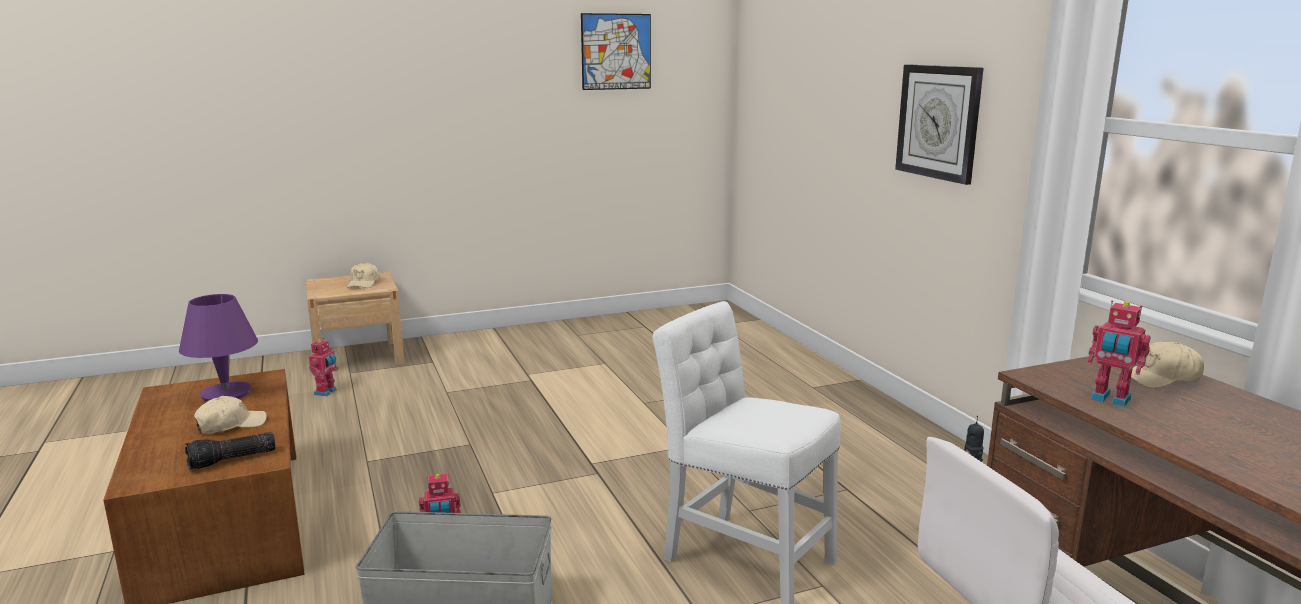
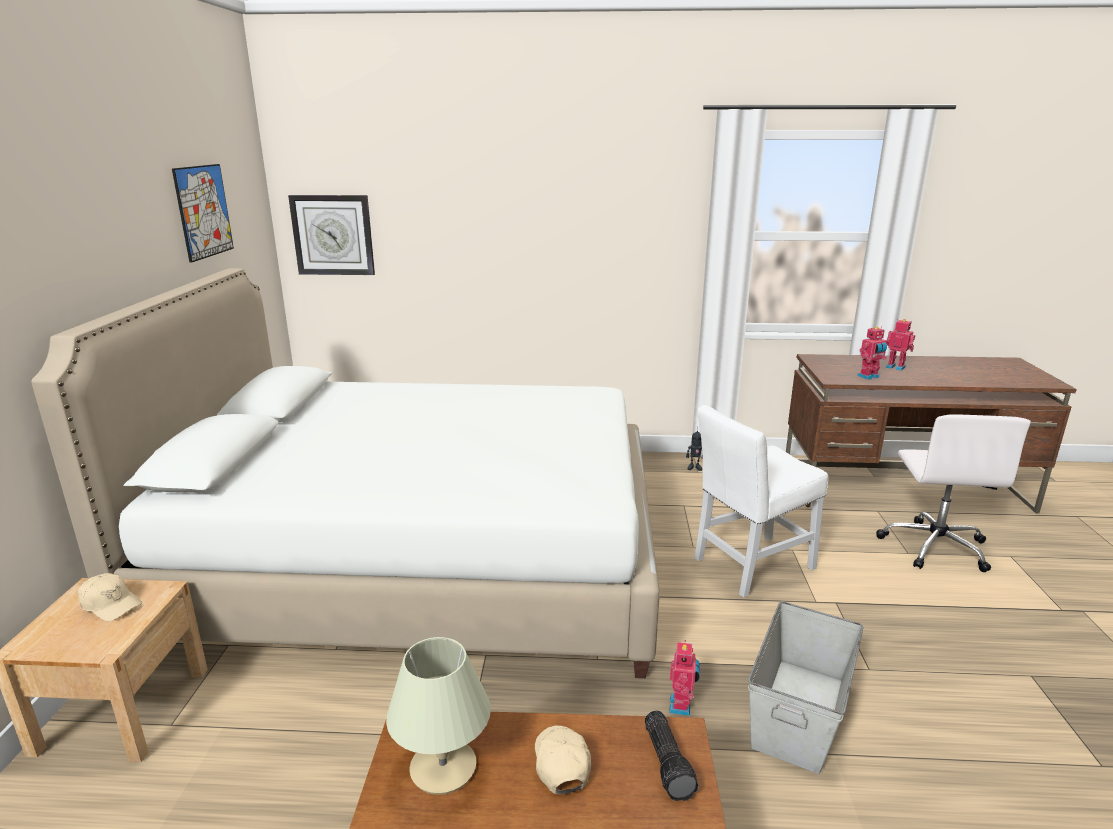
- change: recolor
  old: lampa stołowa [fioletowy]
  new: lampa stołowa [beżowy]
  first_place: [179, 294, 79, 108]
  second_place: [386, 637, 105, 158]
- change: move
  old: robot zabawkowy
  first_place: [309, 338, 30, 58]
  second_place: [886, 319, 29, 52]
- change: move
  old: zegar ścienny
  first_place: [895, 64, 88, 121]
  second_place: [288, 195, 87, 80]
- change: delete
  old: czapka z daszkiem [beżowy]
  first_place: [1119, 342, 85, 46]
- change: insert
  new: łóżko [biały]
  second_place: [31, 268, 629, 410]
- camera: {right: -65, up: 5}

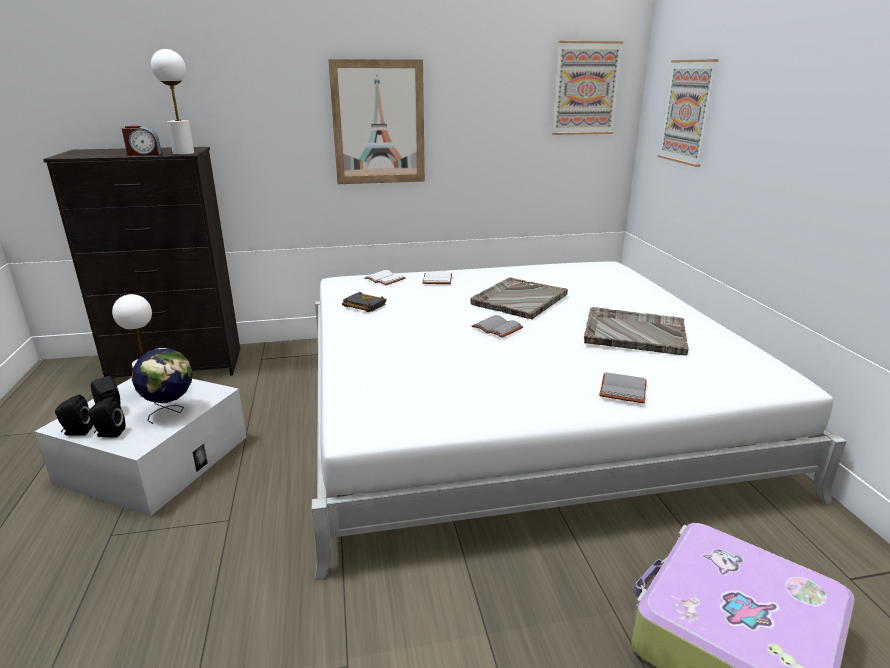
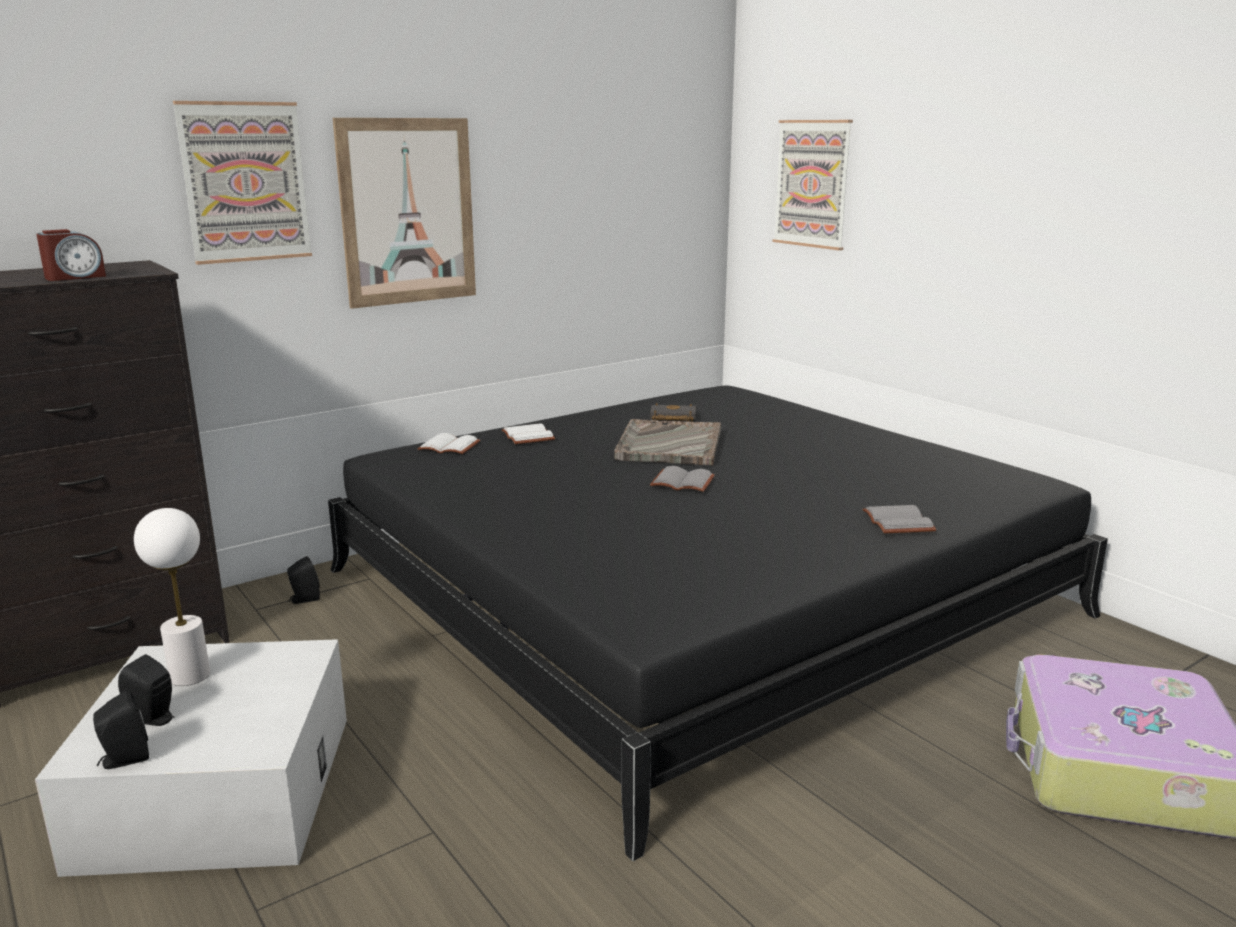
- change: move
  old: głośnik [czarny]
  first_place: [88, 396, 37, 42]
  second_place: [287, 556, 33, 48]
- change: delete
  old: globus
  first_place: [132, 348, 61, 76]
- change: delete
  old: lampa stołowa [biały]
  first_place: [151, 49, 43, 106]
- change: recolor
  old: łóżko [biały]
  new: łóżko [czarny]
  first_place: [311, 261, 536, 319]
  second_place: [328, 385, 780, 476]
- change: move
  old: książka [czarny]
  first_place: [342, 292, 45, 20]
  second_place: [650, 403, 46, 19]
- change: move
  old: obraz
  first_place: [552, 41, 71, 94]
  second_place: [173, 101, 139, 164]
- change: delete
  old: taca [szary]
  first_place: [584, 307, 105, 49]
- camera: {right: -25, up: -5}

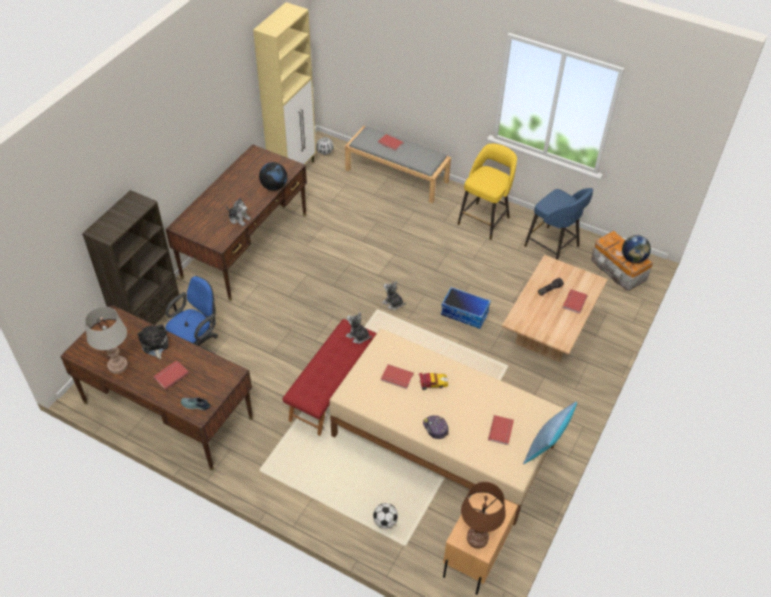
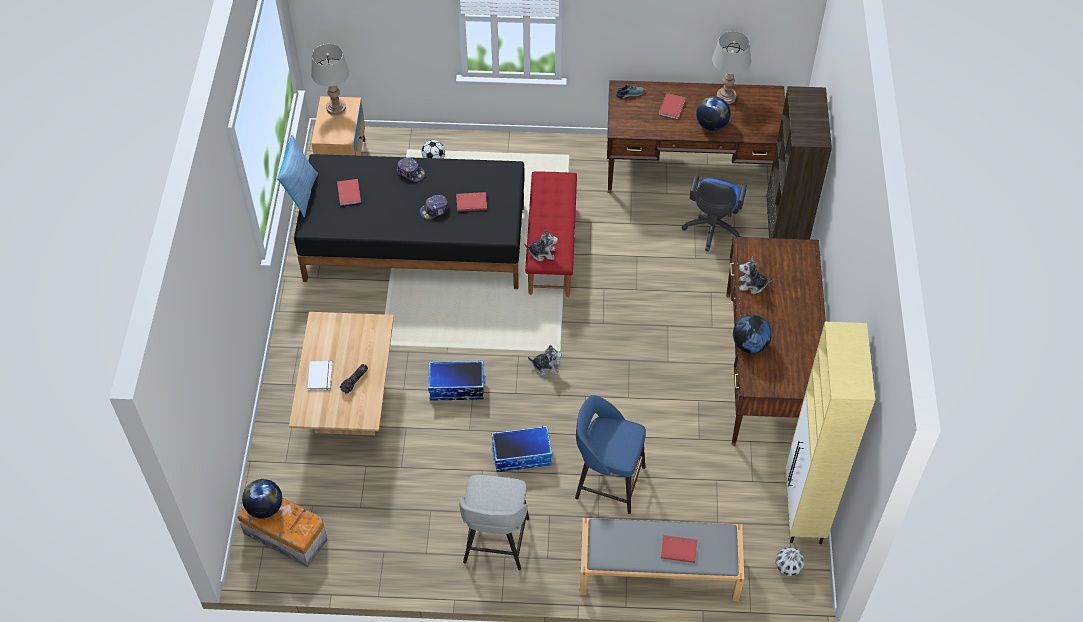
- change: replace
  old: pluszak
  new: globus
  first_place: [137, 324, 31, 36]
  second_place: [696, 96, 35, 35]
- change: recolor
  old: łóżko [beżowy]
  new: łóżko [czarny]
  first_place: [329, 329, 235, 197]
  second_place: [294, 154, 231, 135]
- change: replace
  old: samochodzik
  new: czapka z daszkiem
  first_place: [418, 373, 30, 17]
  second_place: [419, 195, 29, 24]
- change: recolor
  old: stołek [żółty]
  new: stołek [szary]
  first_place: [457, 144, 60, 96]
  second_place: [459, 475, 70, 95]
- change: recolor
  old: lampa stołowa [brązowy]
  new: lampa stołowa [szary]
  first_place: [461, 482, 45, 66]
  second_place: [311, 44, 39, 72]
- change: move
  old: stołek [niebieski]
  first_place: [524, 188, 69, 72]
  second_place: [575, 395, 71, 119]
- change: recolor
  old: książka [czerwony]
  new: książka [biały]
  first_place: [563, 289, 25, 25]
  second_place: [307, 361, 25, 29]
- change: insert
  new: pojemnik do przechowywania
  second_place: [491, 426, 61, 46]
- camera: {right: 155, up: 5}

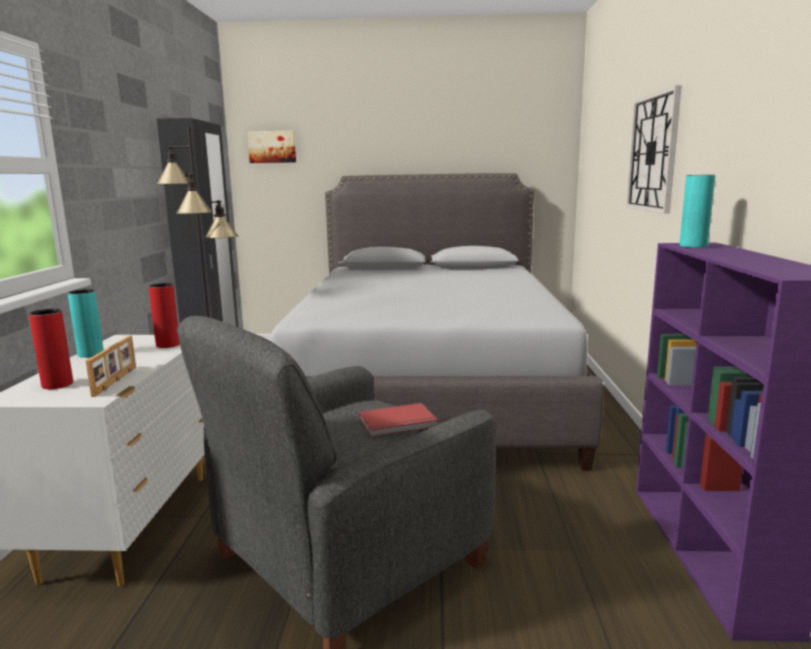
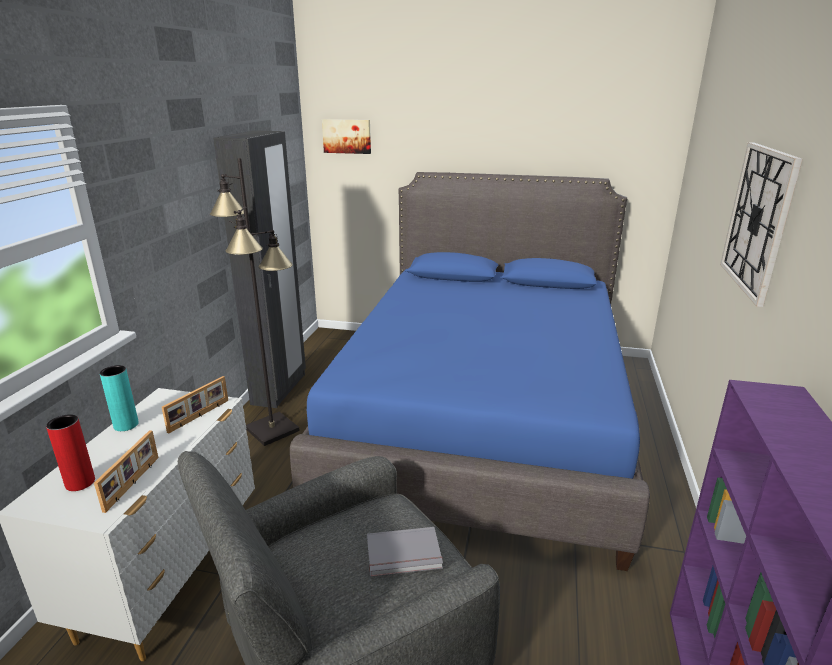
- change: replace
  old: wazon [czerwony]
  new: ramka na zdjęcie
  first_place: [149, 283, 31, 65]
  second_place: [162, 376, 66, 57]
- change: recolor
  old: łóżko [szary]
  new: łóżko [niebieski]
  first_place: [270, 173, 334, 298]
  second_place: [290, 172, 360, 399]
- change: recolor
  old: książka [czerwony]
  new: książka [szary]
  first_place: [359, 403, 79, 34]
  second_place: [367, 527, 76, 50]
- change: delete
  old: wazon [turkusowy]
  first_place: [680, 175, 35, 73]
- camera: {right: 10, up: 10}

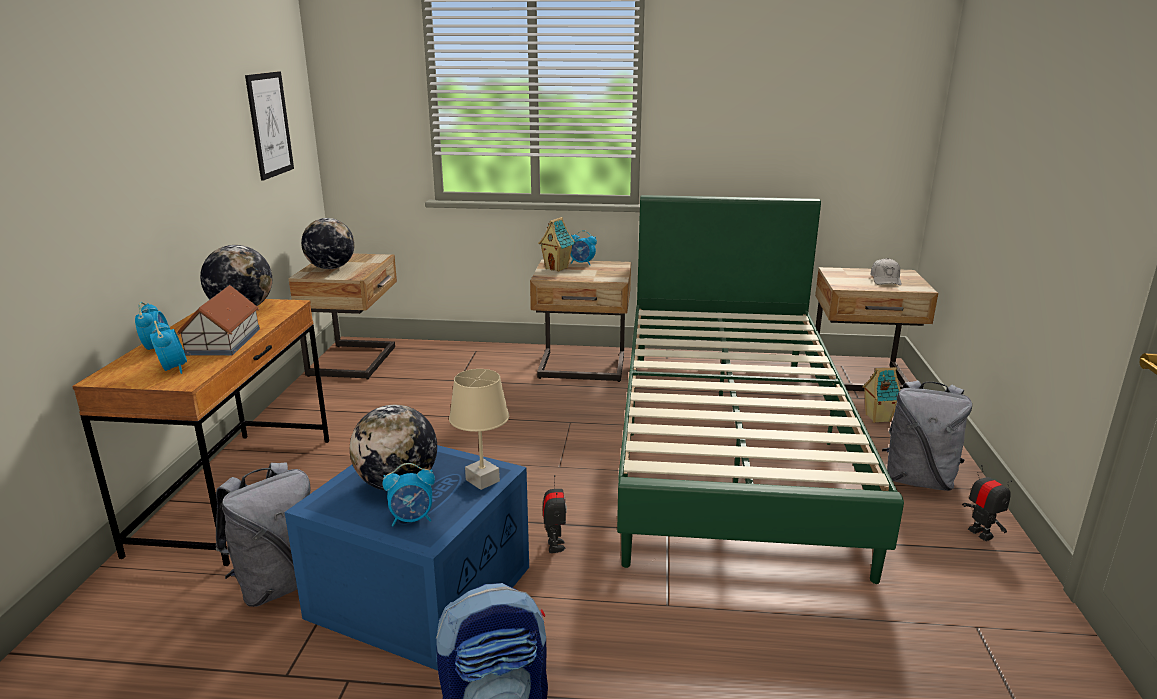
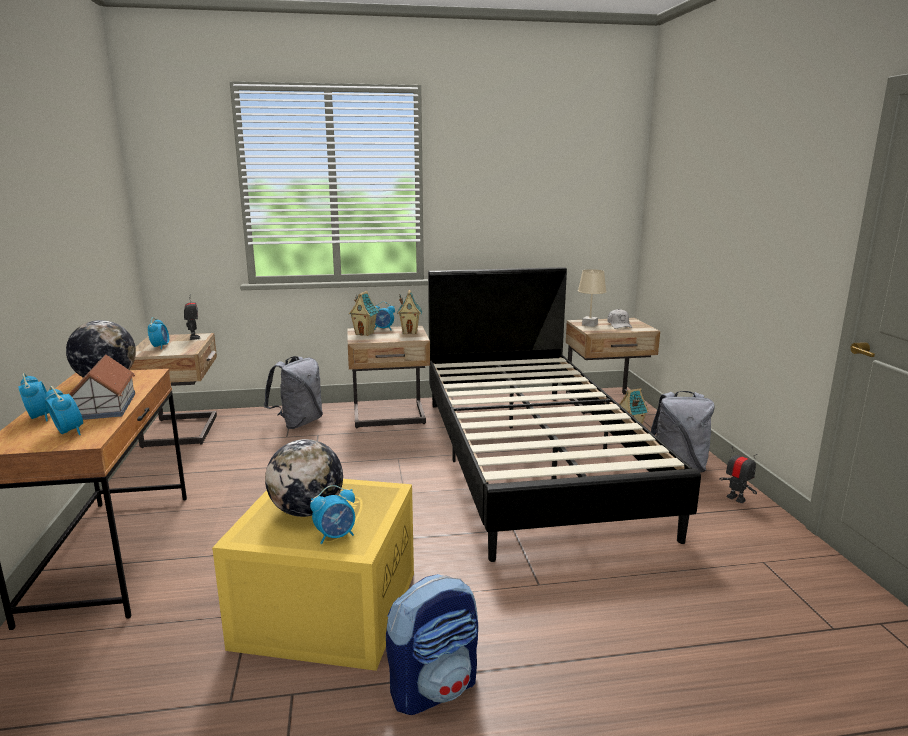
- change: move
  old: plecak [szary]
  first_place: [215, 462, 96, 145]
  second_place: [264, 356, 59, 73]
- change: delete
  old: obraz
  first_place: [245, 71, 49, 110]
- change: recolor
  old: pojemnik do przechowywania [niebieski]
  new: pojemnik do przechowywania [żółty]
  first_place: [285, 445, 244, 226]
  second_place: [212, 479, 202, 192]
- change: replace
  old: globus
  new: budzik
  first_place: [301, 218, 54, 51]
  second_place: [148, 317, 21, 32]
- change: move
  old: lampa stołowa [beżowy]
  first_place: [449, 369, 60, 121]
  second_place: [578, 269, 29, 58]
- change: move
  old: robot zabawkowy
  first_place: [543, 475, 24, 78]
  second_place: [184, 297, 16, 43]
- change: recolor
  old: łóżko [zielony]
  new: łóżko [czarny]
  first_place: [617, 195, 287, 389]
  second_place: [428, 267, 273, 295]
- change: insert
  new: domek
  second_place: [397, 290, 25, 44]
- camera: {right: -15, up: -5}

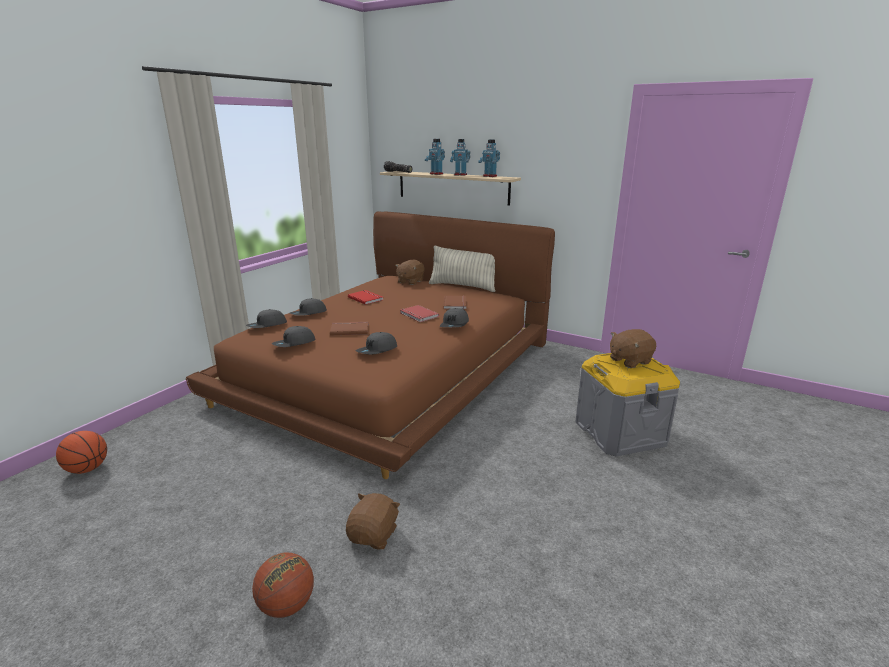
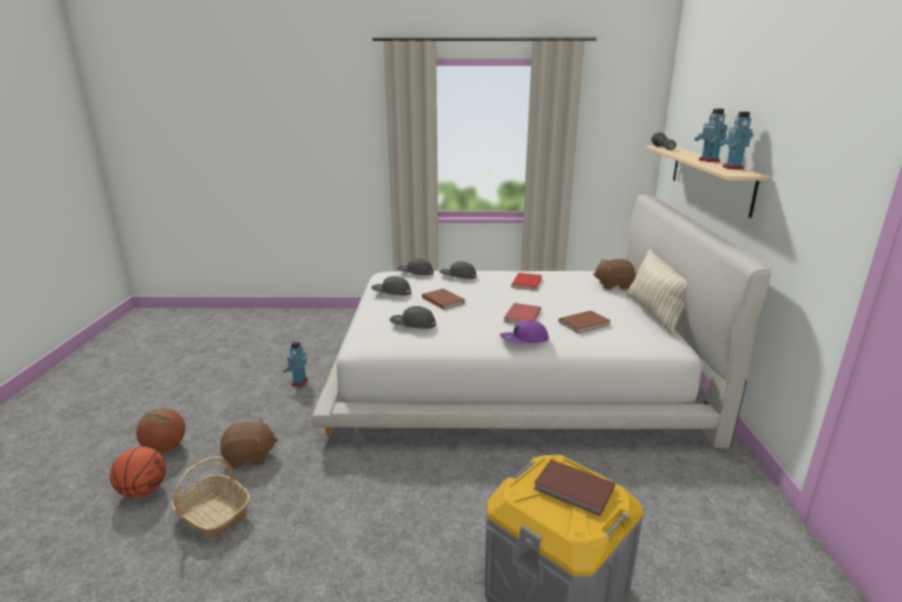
- change: move
  old: piłka do koszykówki
  first_place: [56, 431, 51, 43]
  second_place: [110, 447, 56, 51]
- change: recolor
  old: łóżko [brązowy]
  new: łóżko [biały]
  first_place: [186, 212, 369, 267]
  second_place: [311, 194, 460, 254]
- change: move
  old: robot zabawkowy
  first_place: [425, 139, 20, 36]
  second_place: [283, 341, 25, 46]
- change: recolor
  old: czapka z daszkiem [szary]
  new: czapka z daszkiem [fioletowy]
  first_place: [440, 308, 29, 19]
  second_place: [500, 320, 49, 23]
- change: replace
  old: pluszak [brązowy]
  new: książka [brązowy]
  first_place: [610, 329, 46, 39]
  second_place: [534, 459, 81, 57]
- change: insert
  new: koszyk
  second_place: [171, 457, 80, 81]
- camera: {right: 60, up: 0}

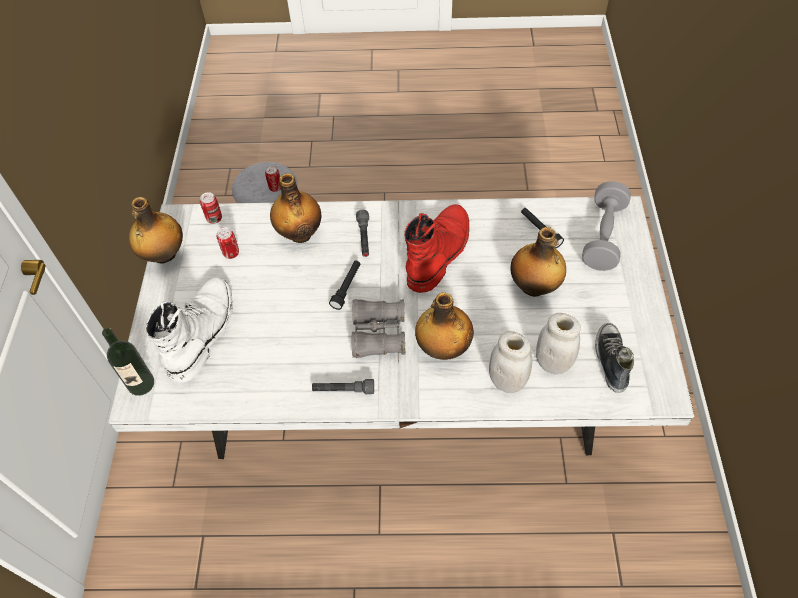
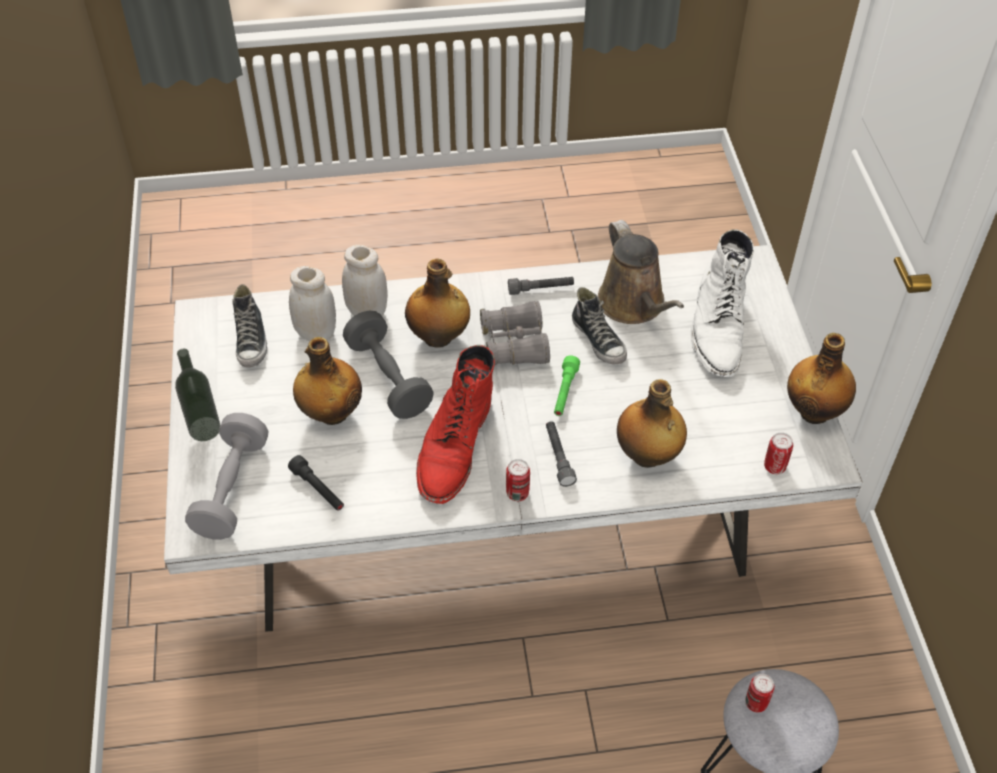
- change: move
  old: butelka
  first_place: [102, 328, 52, 68]
  second_place: [175, 349, 45, 92]
- change: move
  old: puszka
  first_place: [217, 227, 22, 32]
  second_place: [506, 459, 24, 42]
- change: recolor
  old: latarka [czarny]
  new: latarka [zielony]
  first_place: [329, 261, 31, 49]
  second_place: [554, 355, 26, 61]
- change: insert
  new: hantel [szary]
  second_place: [343, 311, 91, 108]
- change: insert
  new: but
  second_place: [572, 287, 55, 77]
- change: insert
  new: konewka [brązowy]
  second_place: [598, 220, 86, 104]
- camera: {right: 170, up: -5}

